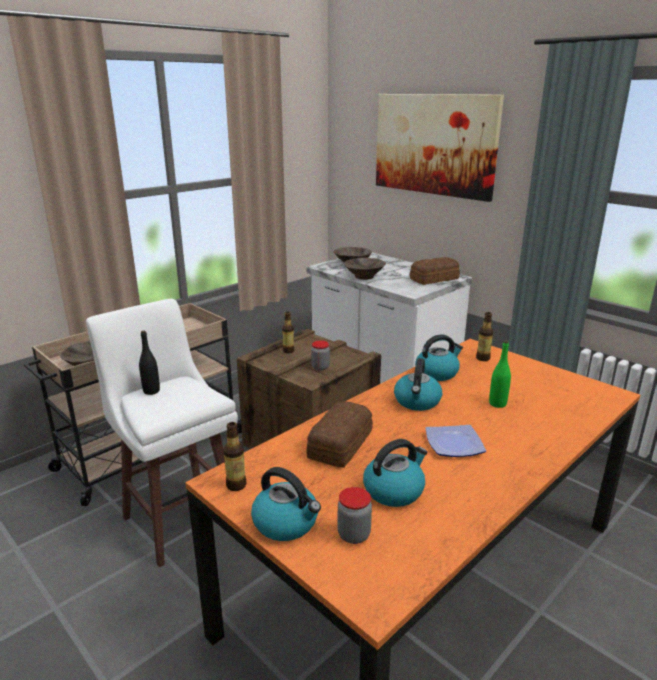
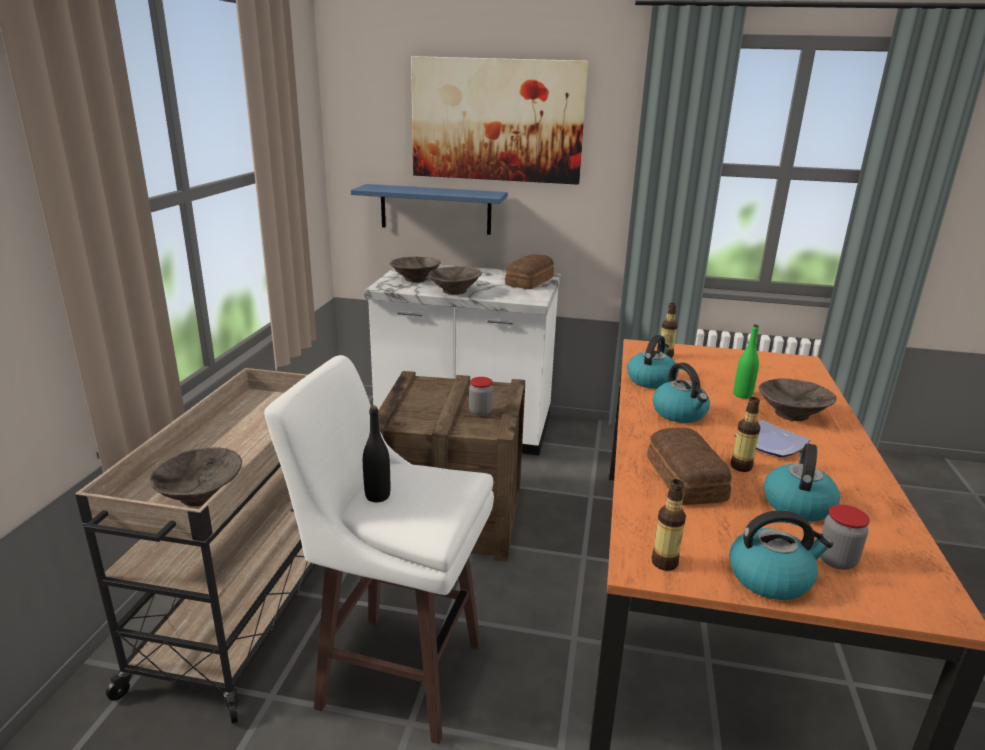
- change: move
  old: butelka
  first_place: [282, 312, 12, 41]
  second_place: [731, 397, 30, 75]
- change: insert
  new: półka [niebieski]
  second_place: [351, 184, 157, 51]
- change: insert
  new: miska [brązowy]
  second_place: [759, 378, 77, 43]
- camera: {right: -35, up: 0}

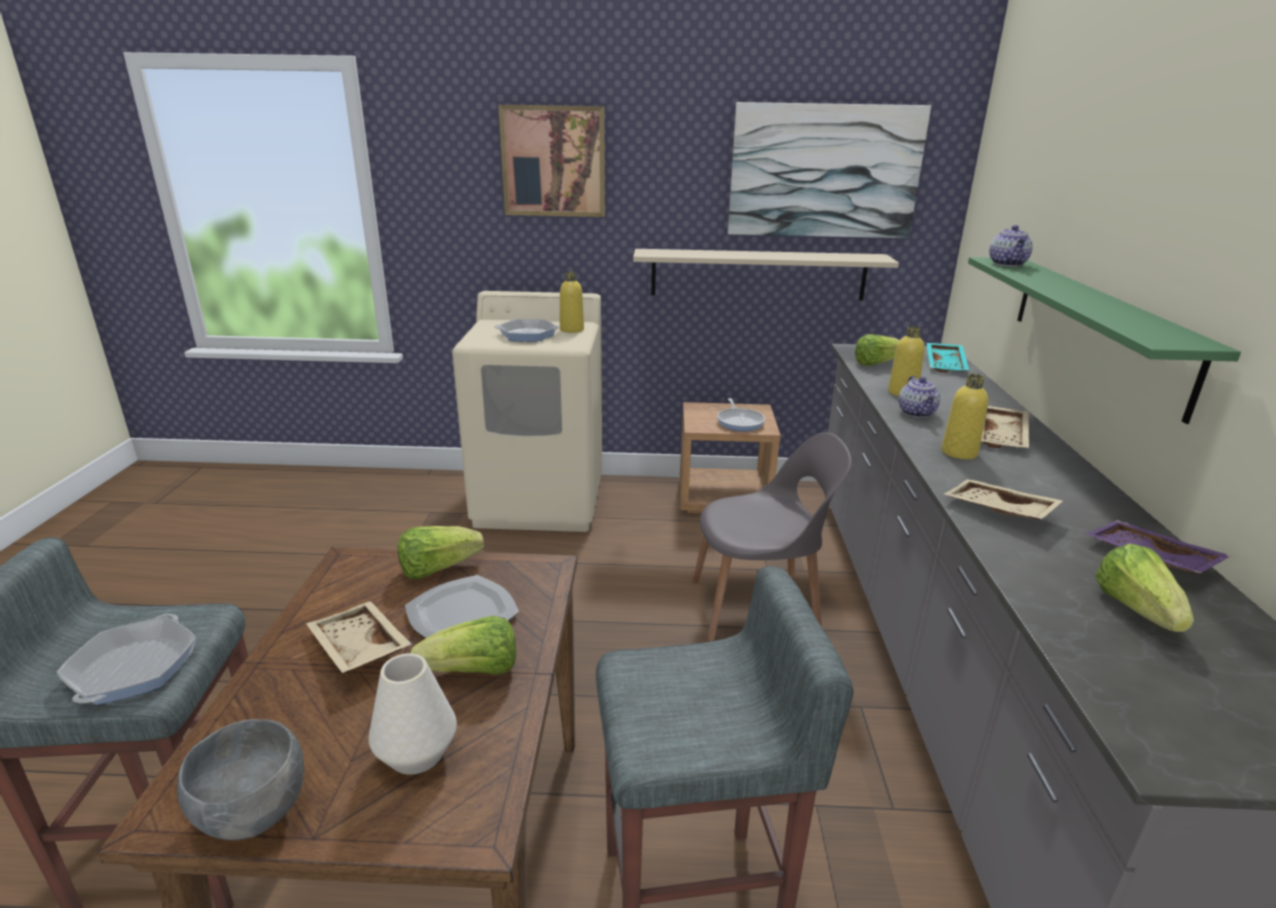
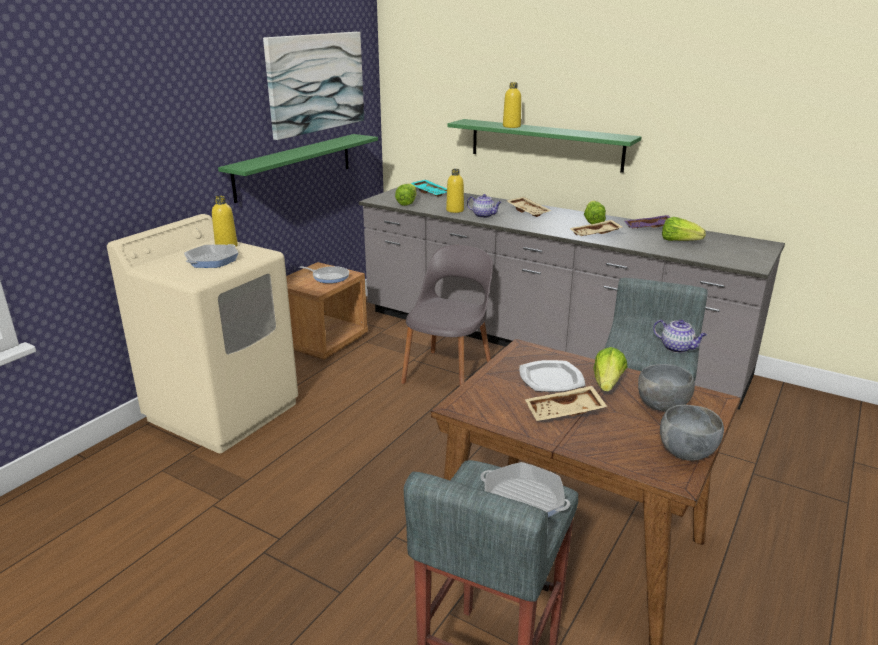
- change: replace
  old: wazon [biały]
  new: miska [szary]
  first_place: [369, 653, 88, 122]
  second_place: [638, 364, 57, 48]
- change: move
  old: sałata
  first_place: [398, 526, 86, 53]
  second_place: [584, 201, 22, 23]
- change: delete
  old: obraz
  first_place: [498, 105, 107, 112]
- change: recolor
  old: półka [beżowy]
  new: półka [zielony]
  first_place: [633, 249, 266, 51]
  second_place: [218, 134, 160, 69]
- change: move
  old: butelka [żółty]
  first_place: [941, 374, 47, 85]
  second_place: [503, 82, 18, 46]
- change: move
  old: imbryk
  first_place: [989, 225, 44, 41]
  second_place: [653, 320, 54, 33]
- camera: {right: -60, up: 0}

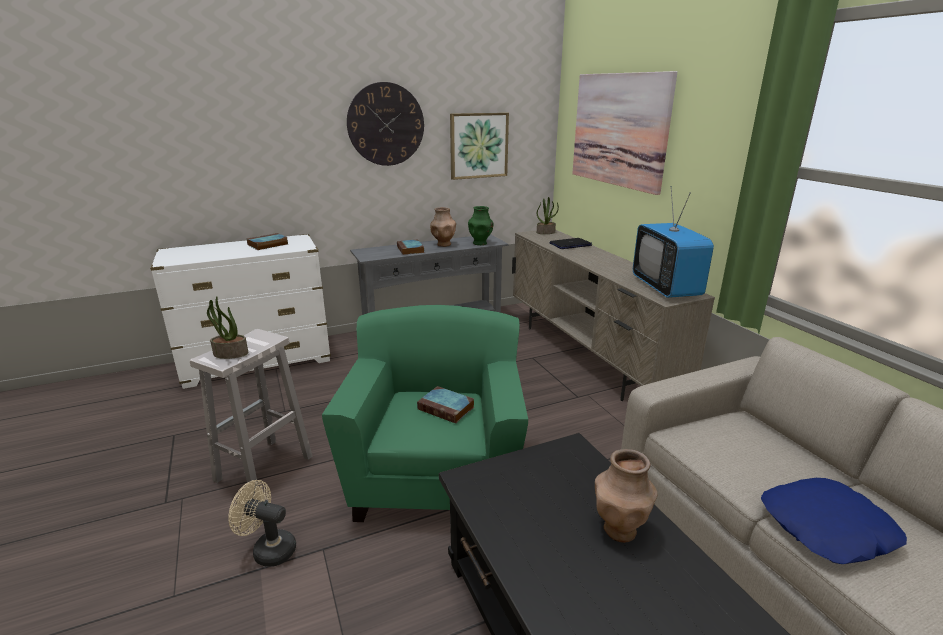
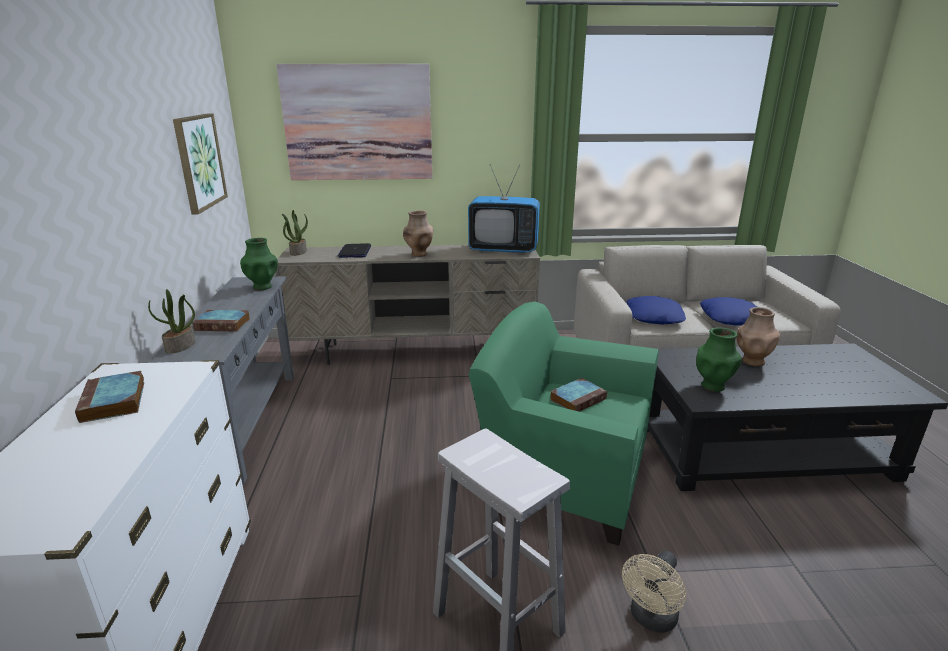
- change: move
  old: roślina doniczkowa
  first_place: [207, 297, 41, 62]
  second_place: [148, 289, 47, 65]
- change: delete
  old: zegar ścienny
  first_place: [347, 82, 77, 84]
- change: move
  old: wazon [brązowy]
  first_place: [430, 207, 26, 40]
  second_place: [403, 210, 30, 47]
- change: insert
  new: poduszka [niebieski]
  second_place: [626, 296, 60, 28]
- change: insert
  new: wazon [zielony]
  second_place: [696, 327, 46, 65]
- camera: {right: -70, up: 0}

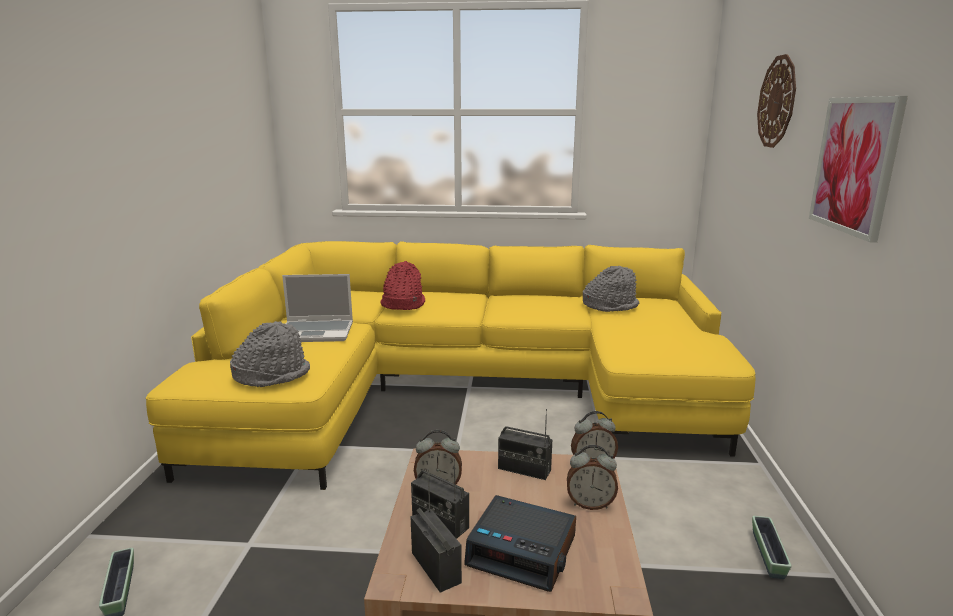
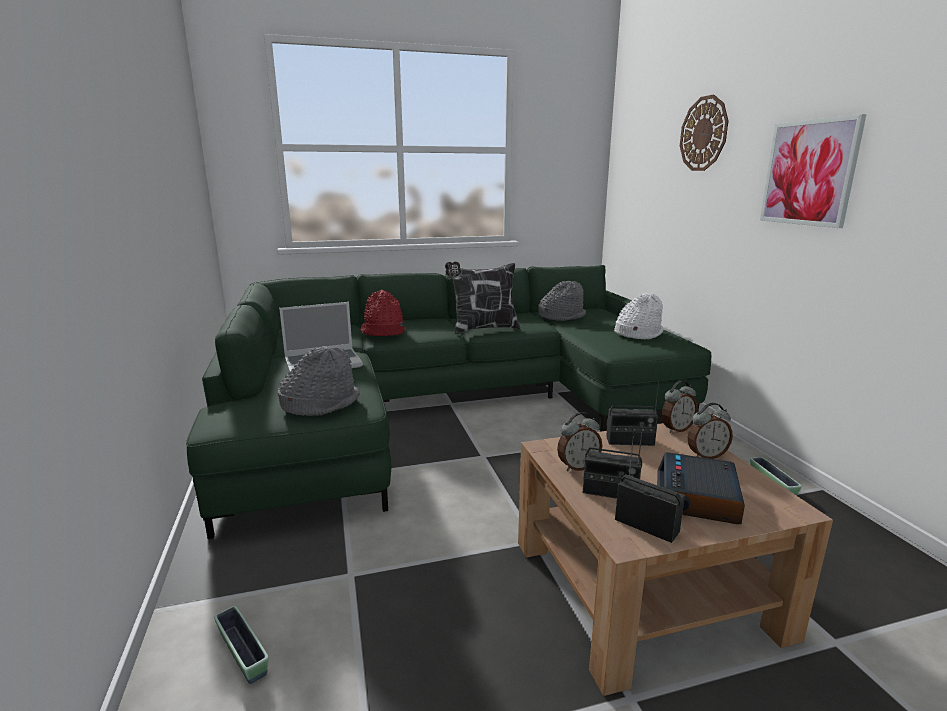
- change: recolor
  old: kanapa [żółty]
  new: kanapa [zielony]
  first_place: [145, 241, 610, 249]
  second_place: [186, 265, 526, 274]
- change: rotate
  old: budzik
  first_place: [464, 495, 112, 97]
  second_place: [657, 452, 88, 72]
  degrees: 105
- change: insert
  new: poduszka
  second_place: [445, 262, 76, 73]
- change: insert
  new: kapelusz [biały]
  second_place: [614, 294, 50, 45]
- camera: {right: -20, up: 0}

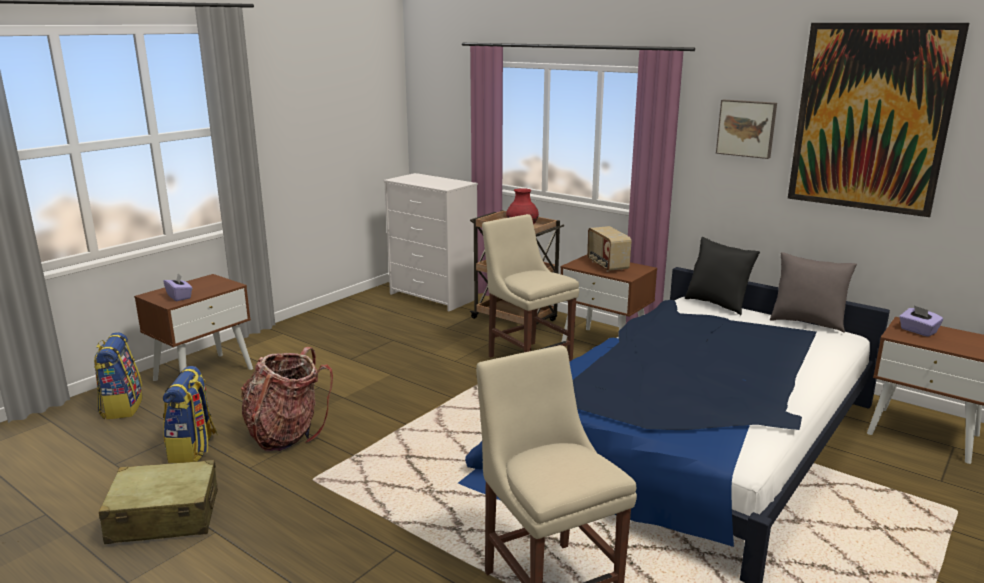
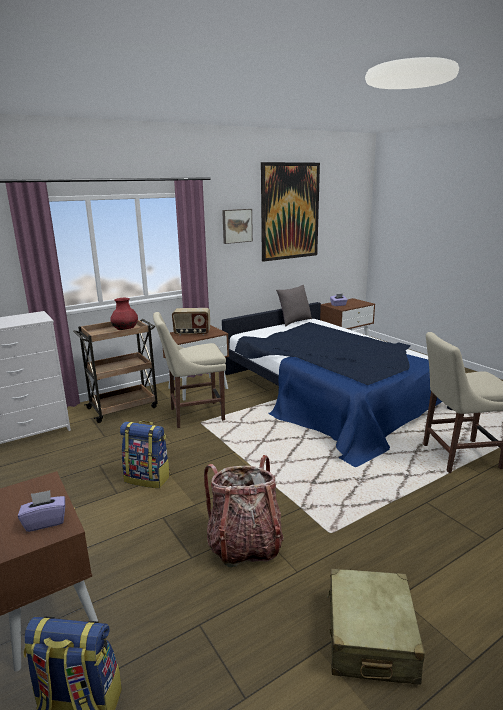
- change: move
  old: plecak
  first_place: [163, 366, 55, 97]
  second_place: [120, 421, 50, 67]
- change: delete
  old: poduszka [czarny]
  first_place: [685, 237, 75, 79]
- camera: {right: -70, up: 0}

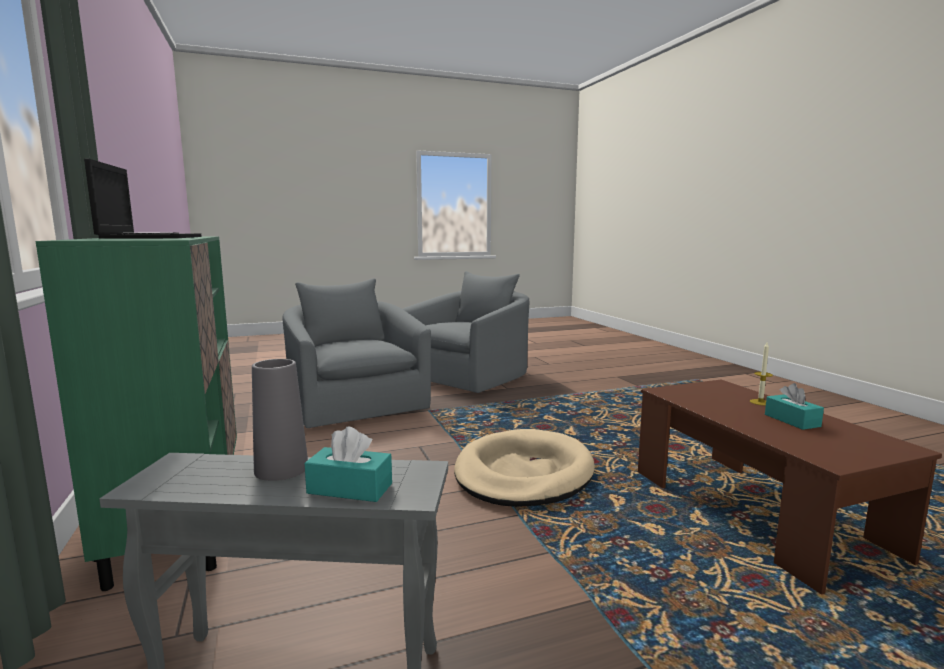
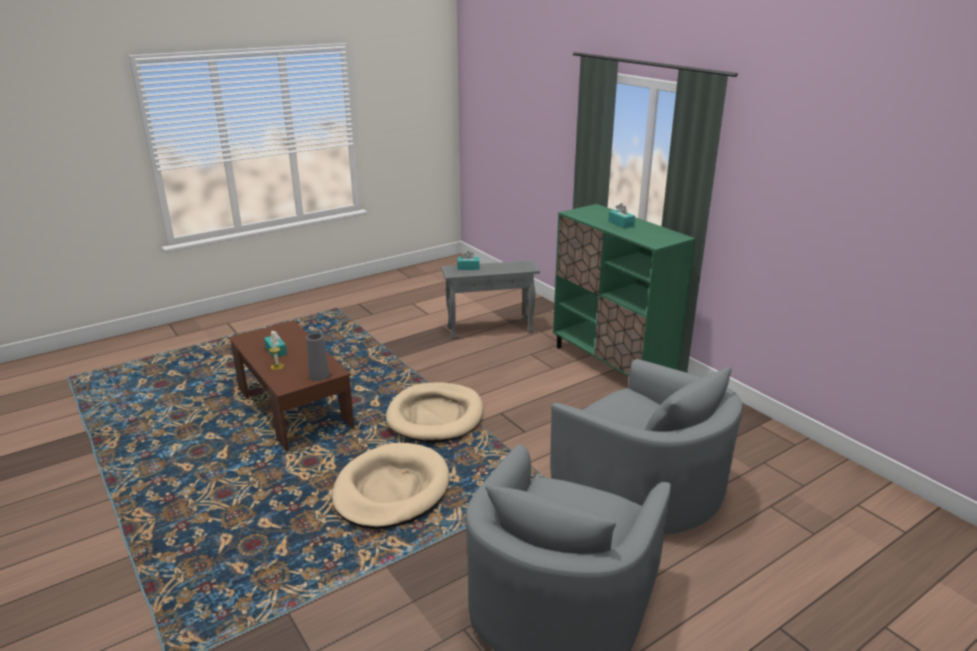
- change: replace
  old: laptop
  new: pudełko chusteczek [turkusowy]
  first_place: [84, 158, 117, 81]
  second_place: [608, 203, 27, 25]
- change: move
  old: wazon [szary]
  first_place: [252, 359, 56, 122]
  second_place: [306, 333, 24, 48]
- change: insert
  new: legowisko [beżowy]
  second_place: [332, 443, 117, 86]
- camera: {right: 165, up: 15}

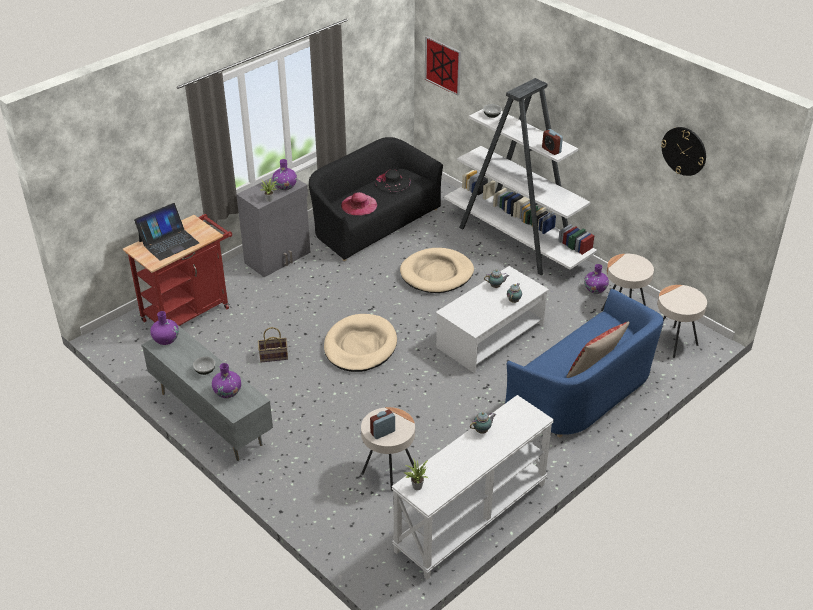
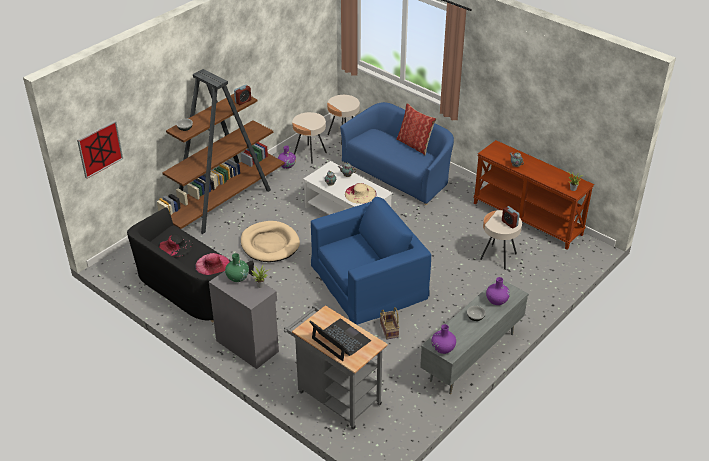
- change: recolor
  old: wózek [czerwony]
  new: wózek [szary]
  first_place: [123, 214, 109, 112]
  second_place: [284, 305, 104, 125]
- change: recolor
  old: wazon [fioletowy]
  new: wazon [zielony]
  first_place: [272, 159, 25, 31]
  second_place: [225, 253, 24, 29]
- change: replace
  old: legowisko [beżowy]
  new: fotel [niebieski]
  first_place: [324, 314, 73, 58]
  second_place: [311, 197, 120, 128]
- change: recolor
  old: stolik konsolowy [biały]
  new: stolik konsolowy [brązowy]
  first_place: [391, 395, 163, 185]
  second_place: [474, 140, 120, 110]
- change: recolor
  old: regał [biały]
  new: regał [brązowy]
  first_place: [444, 78, 153, 198]
  second_place: [157, 69, 128, 165]
- change: delete
  old: zegar ścienny
  first_place: [661, 127, 45, 49]
- change: insert
  new: kapelusz [beżowy]
  second_place: [345, 183, 31, 21]
- camera: {right: -95, up: 0}

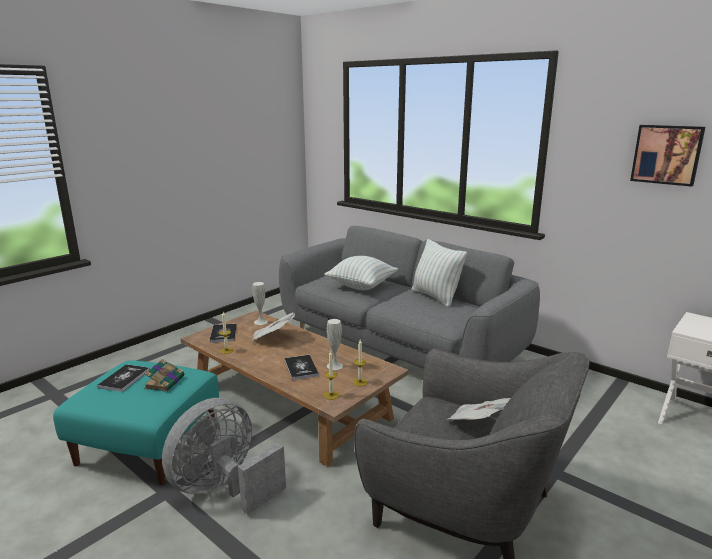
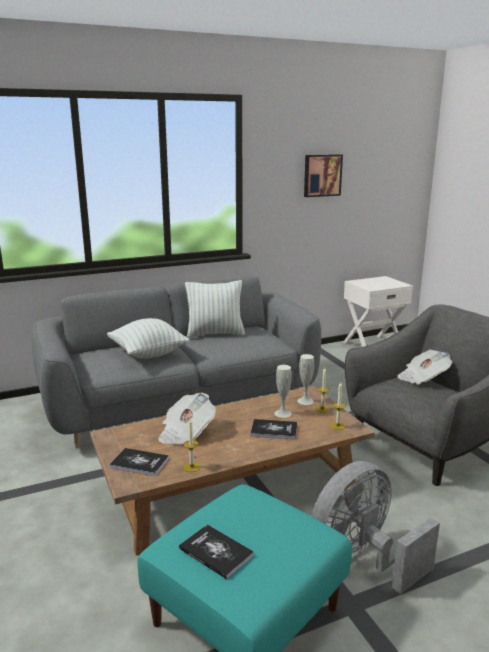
- change: delete
  old: książka
  first_place: [144, 359, 40, 33]
- change: rotate
  old: wentylator [szary]
  first_place: [162, 398, 124, 117]
  second_place: [311, 461, 129, 133]
  degrees: 75
- change: move
  old: wazon [biały]
  first_place: [252, 282, 16, 43]
  second_place: [297, 354, 17, 51]
- camera: {right: -65, up: 0}

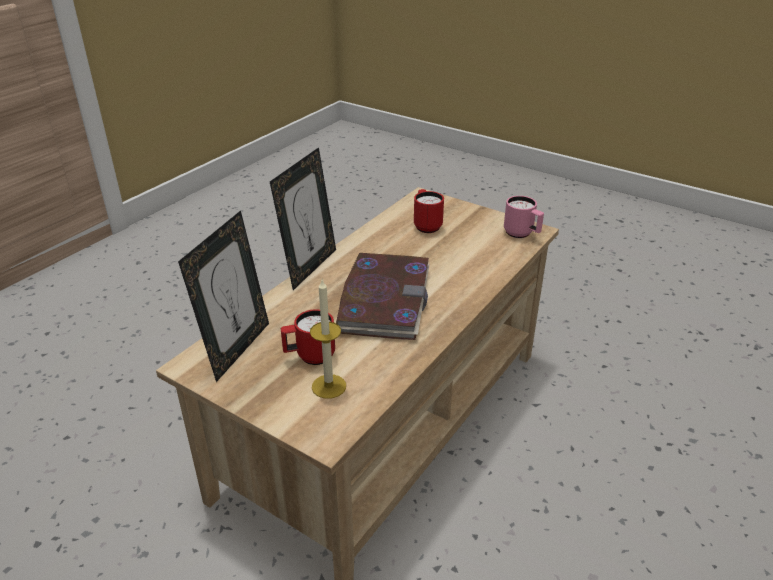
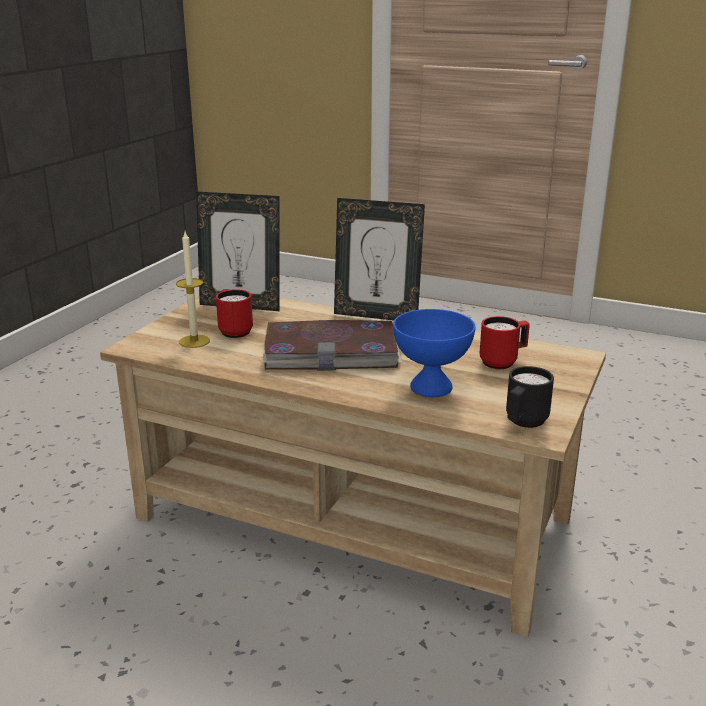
- change: recolor
  old: kubek [różowy]
  new: kubek [czarny]
  first_place: [504, 196, 40, 42]
  second_place: [506, 366, 48, 62]
- change: insert
  new: miska [niebieski]
  second_place: [393, 309, 82, 88]
- camera: {right: 80, up: -10}

